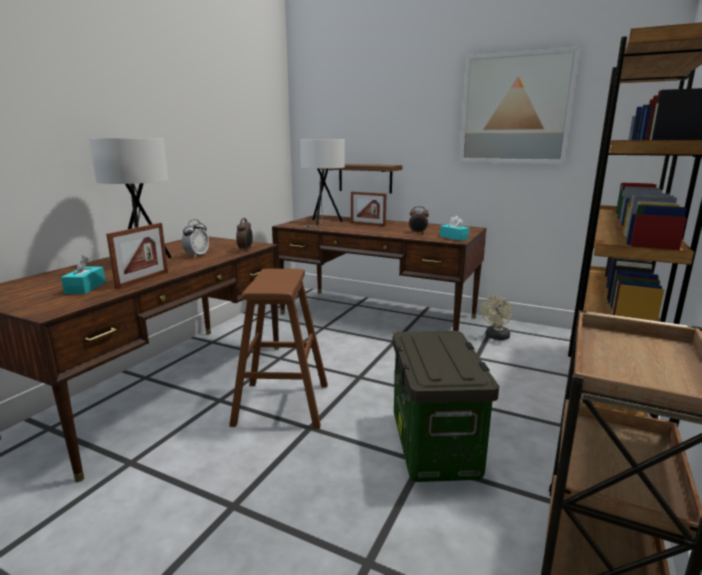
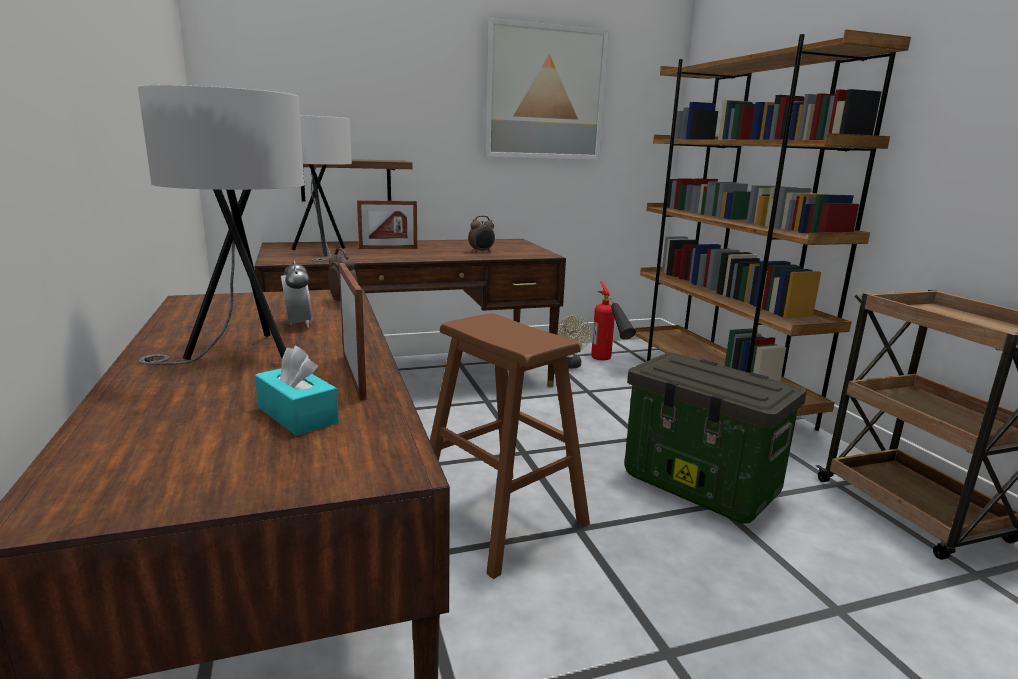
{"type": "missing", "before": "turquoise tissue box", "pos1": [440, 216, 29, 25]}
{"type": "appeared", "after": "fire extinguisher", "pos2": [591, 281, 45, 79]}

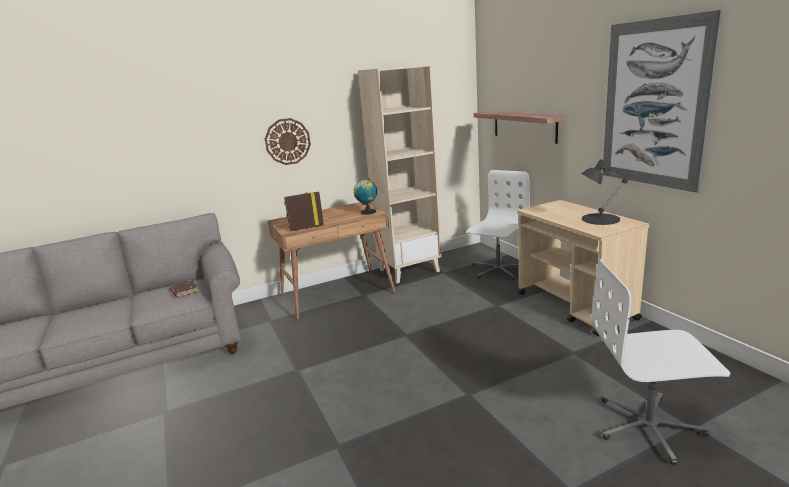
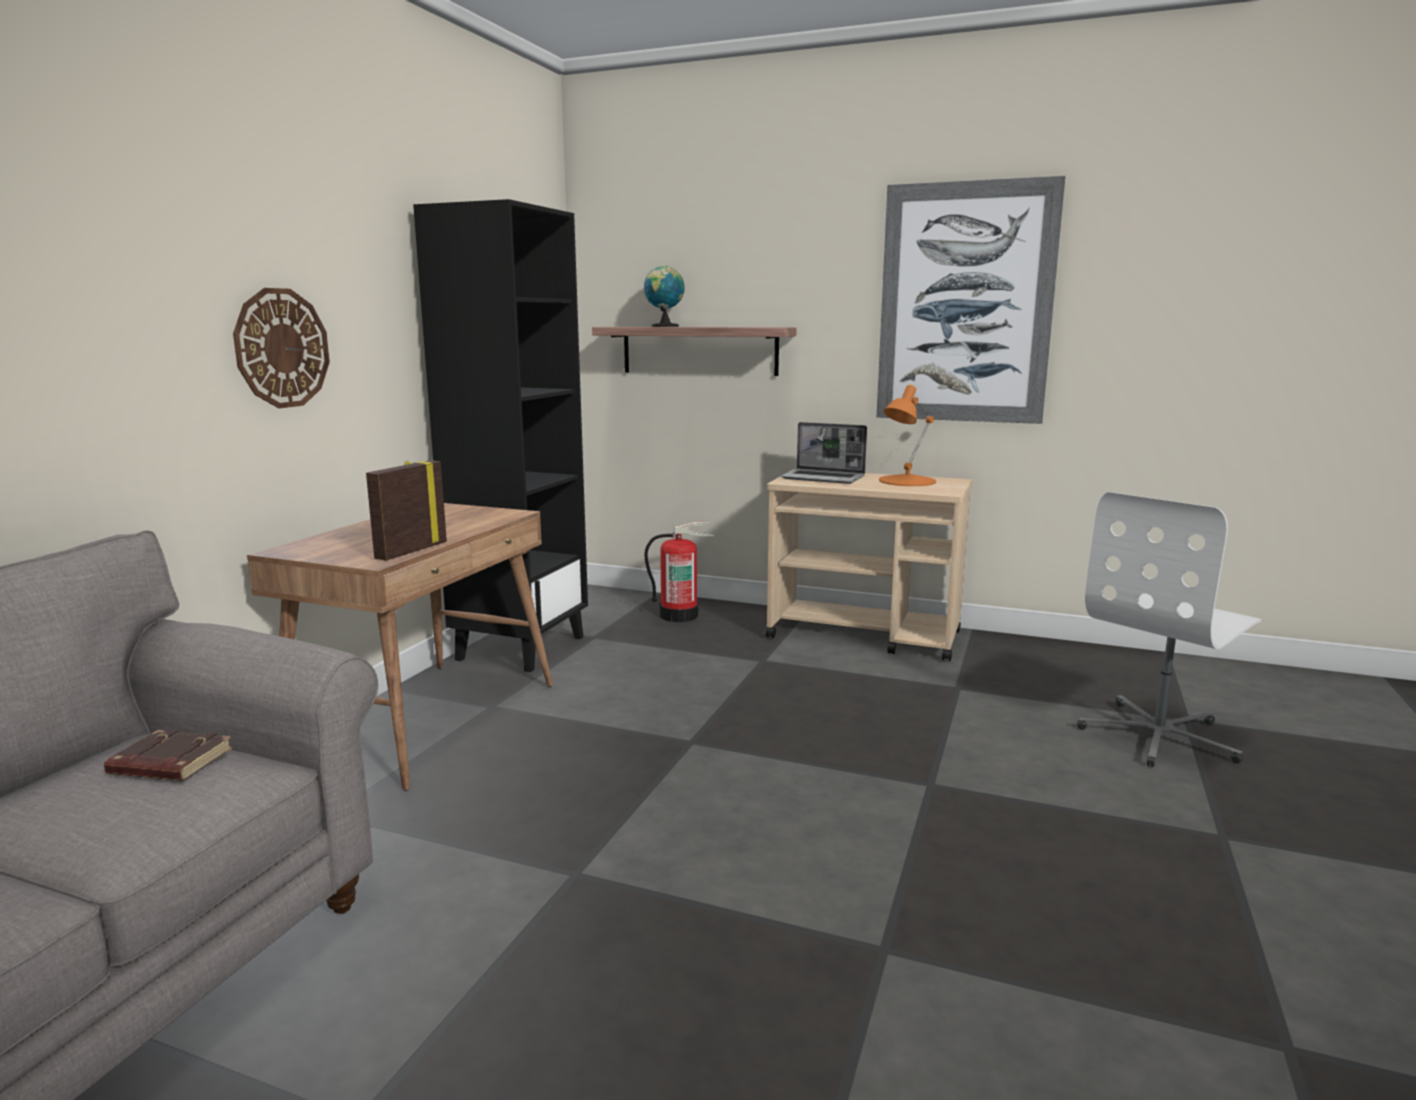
{"type": "colour", "before": "beige bookcase", "after": "black bookcase", "pos1": [358, 64, 84, 219], "pos2": [413, 199, 175, 473]}
{"type": "colour", "before": "black table lamp", "after": "orange table lamp", "pos1": [582, 159, 46, 66], "pos2": [879, 385, 57, 101]}
{"type": "exchanged", "before": "white office chair", "after": "fire extinguisher", "pos1": [467, 170, 63, 110], "pos2": [644, 521, 70, 101]}
{"type": "relocated", "before": "globe", "pos1": [354, 179, 23, 36], "pos2": [644, 266, 41, 61]}
{"type": "appeared", "after": "laptop", "pos2": [781, 422, 86, 62]}

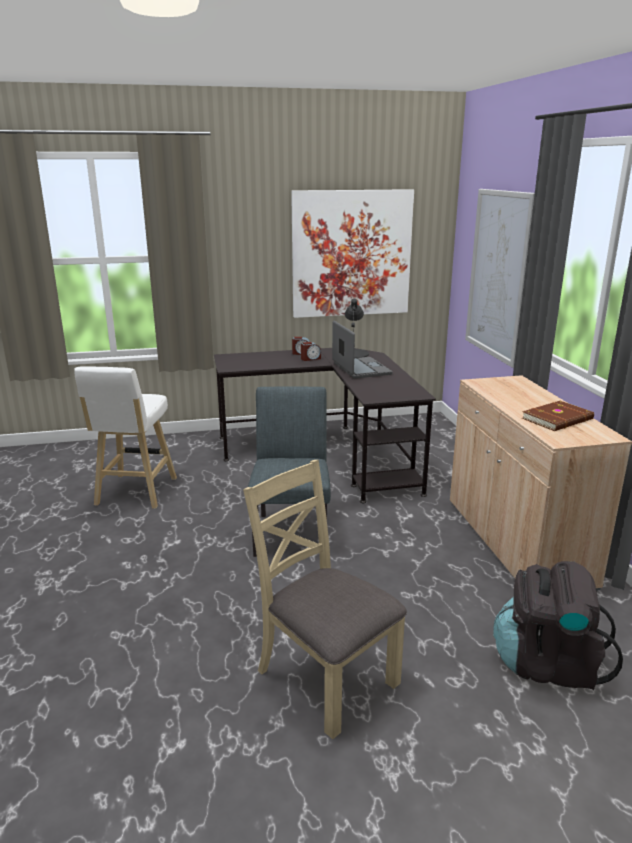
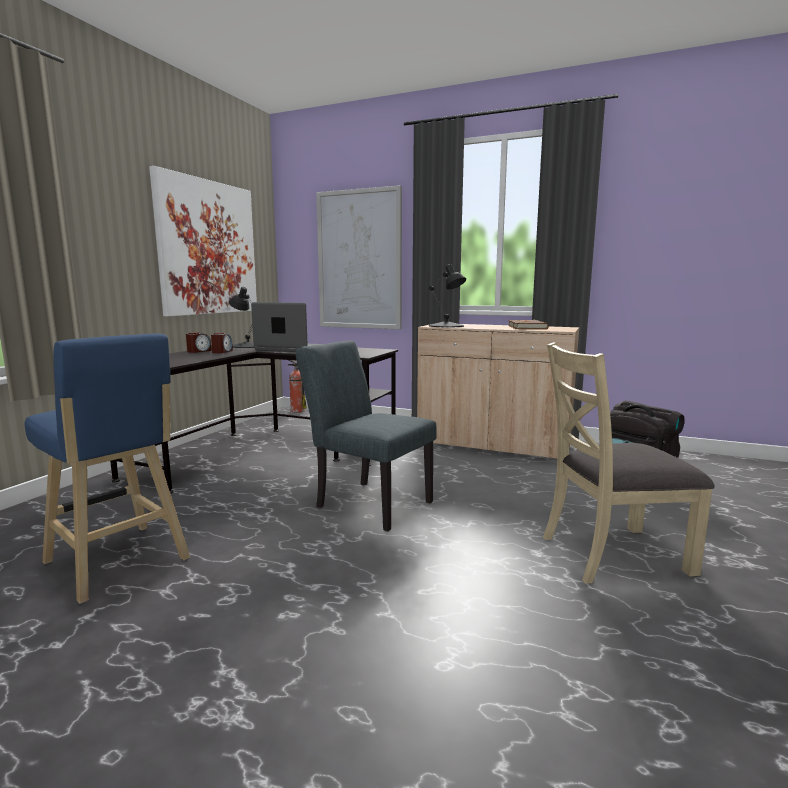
{"type": "colour", "before": "white stool", "after": "blue stool", "pos1": [74, 366, 103, 143], "pos2": [25, 334, 165, 270]}
{"type": "appeared", "after": "black table lamp", "pos2": [429, 264, 37, 63]}
{"type": "appeared", "after": "fire extinguisher", "pos2": [288, 360, 19, 53]}

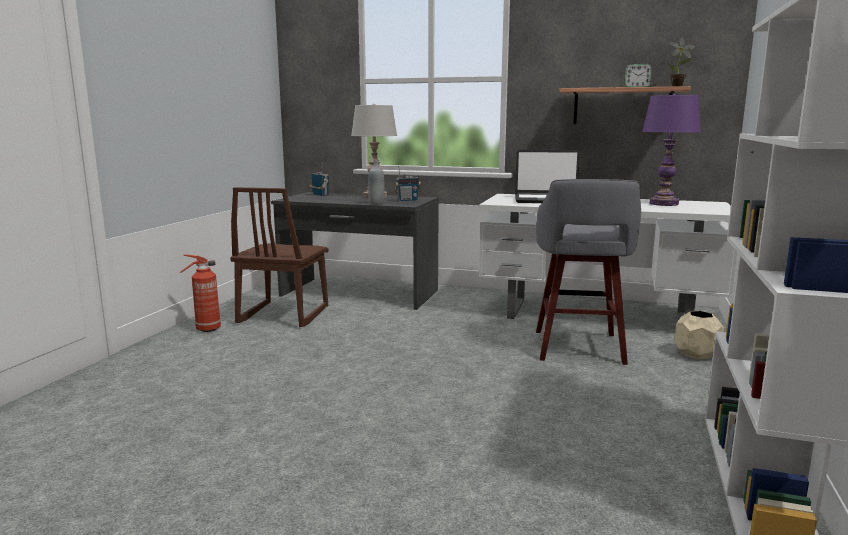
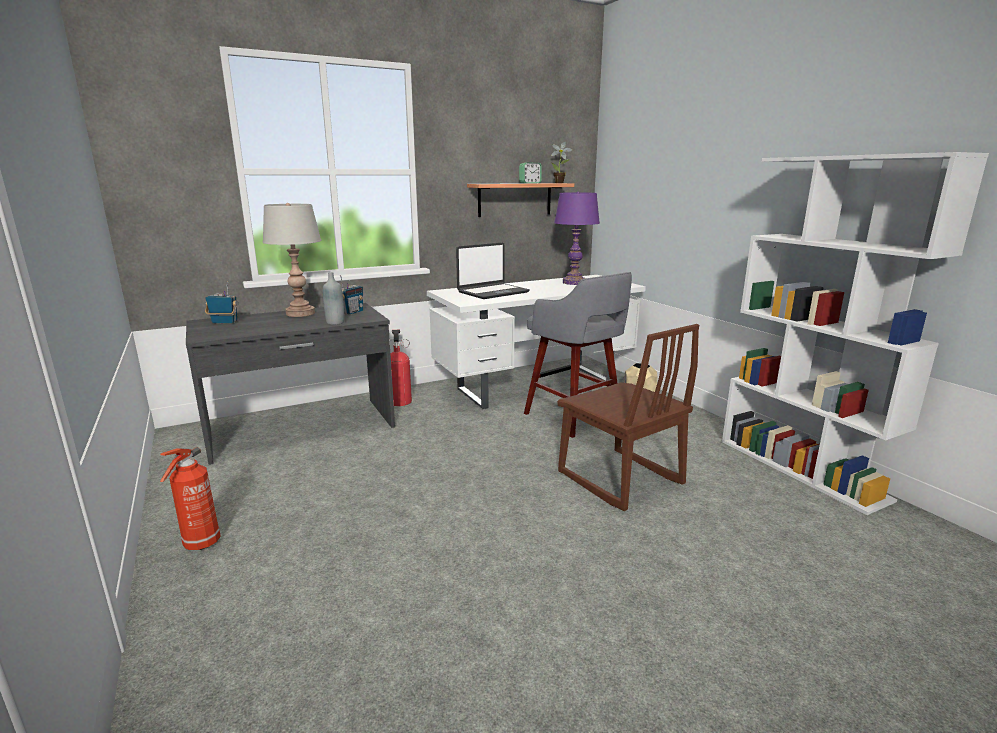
{"type": "relocated", "before": "brown chair", "pos1": [230, 187, 98, 140], "pos2": [557, 324, 142, 187]}
{"type": "appeared", "after": "fire extinguisher", "pos2": [390, 330, 22, 76]}

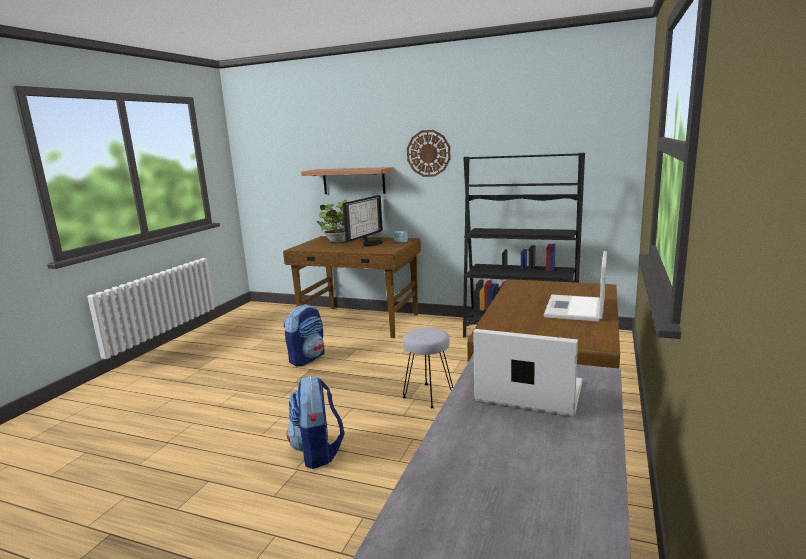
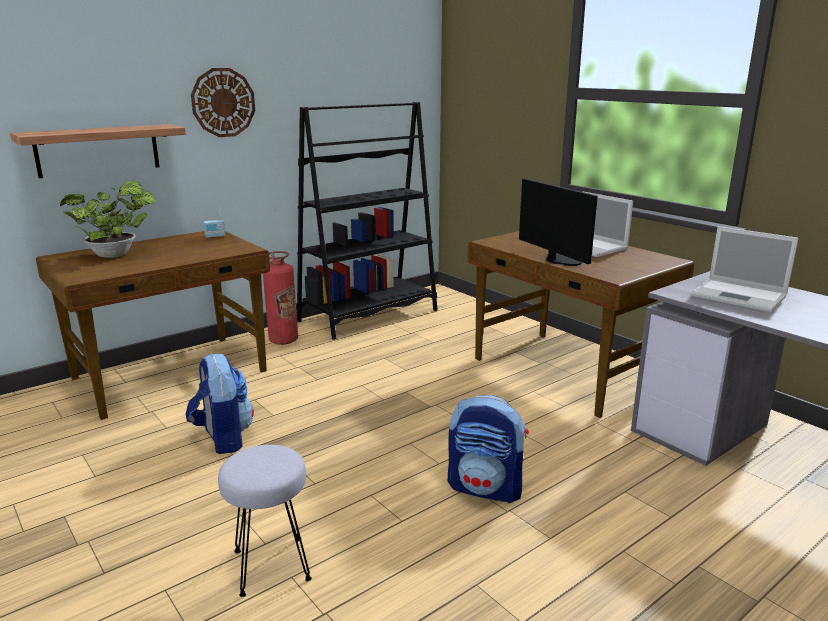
{"type": "relocated", "before": "monitor", "pos1": [342, 195, 41, 51], "pos2": [519, 179, 79, 87]}
{"type": "relocated", "before": "grey stool", "pos1": [403, 328, 50, 80], "pos2": [218, 445, 94, 152]}
{"type": "spun", "before": "laptop", "pos1": [473, 329, 110, 88], "pos2": [691, 226, 108, 86], "turn": -105}
{"type": "appeared", "after": "fire extinguisher", "pos2": [263, 251, 35, 94]}

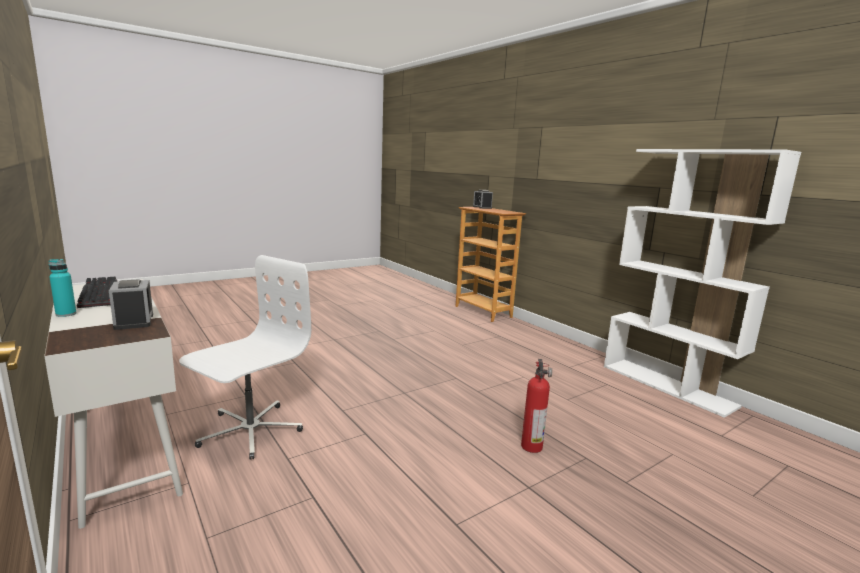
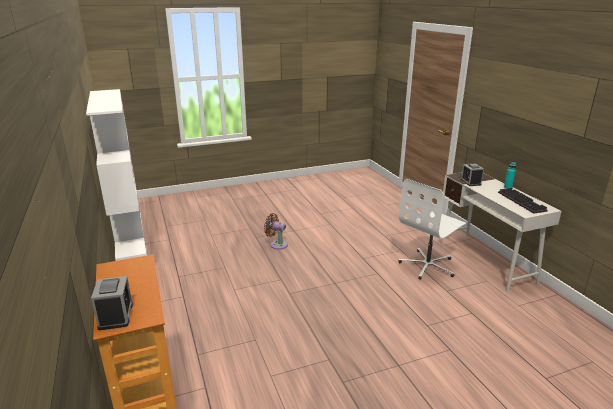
{"type": "exchanged", "before": "fire extinguisher", "after": "brown fan", "pos1": [521, 359, 31, 94], "pos2": [264, 213, 24, 37]}

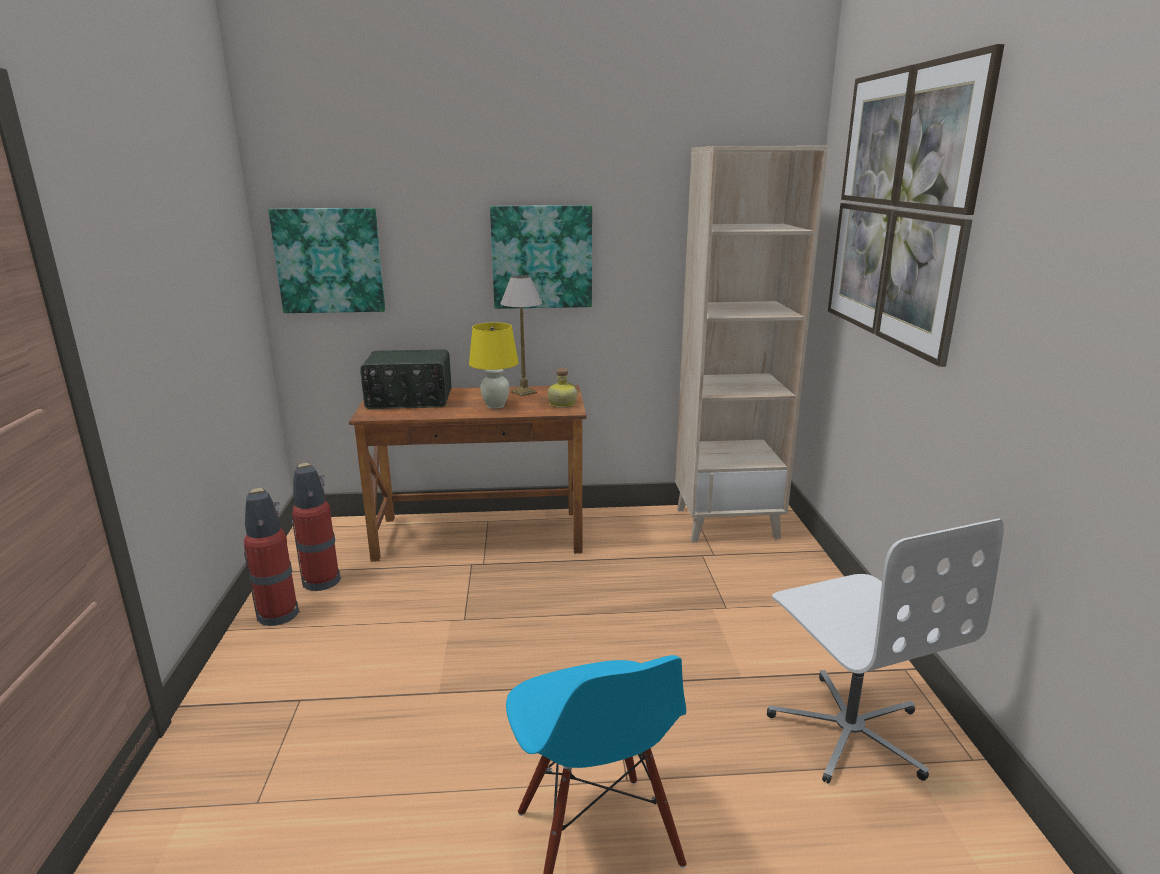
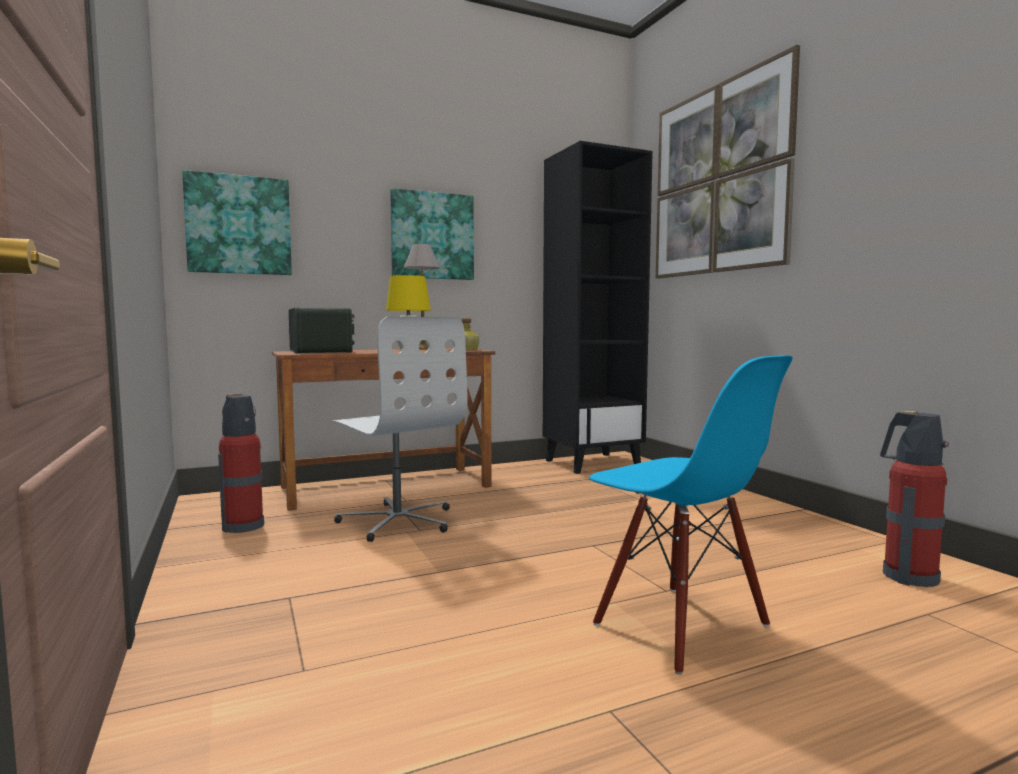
{"type": "colour", "before": "beige bookcase", "after": "black bookcase", "pos1": [675, 146, 153, 396], "pos2": [543, 141, 110, 333]}
{"type": "spun", "before": "radio", "pos1": [360, 349, 91, 60], "pos2": [289, 308, 66, 45], "turn": -90}
{"type": "relocated", "before": "fire extinguisher", "pos1": [244, 488, 56, 138], "pos2": [880, 411, 69, 176]}
{"type": "relocated", "before": "white office chair", "pos1": [767, 518, 237, 266], "pos2": [330, 317, 137, 225]}

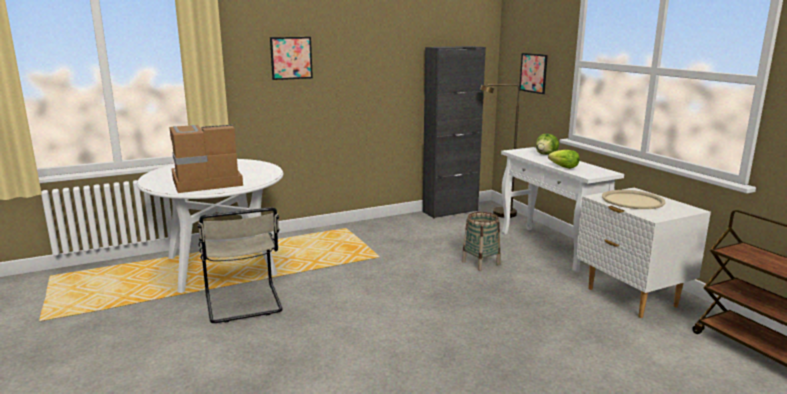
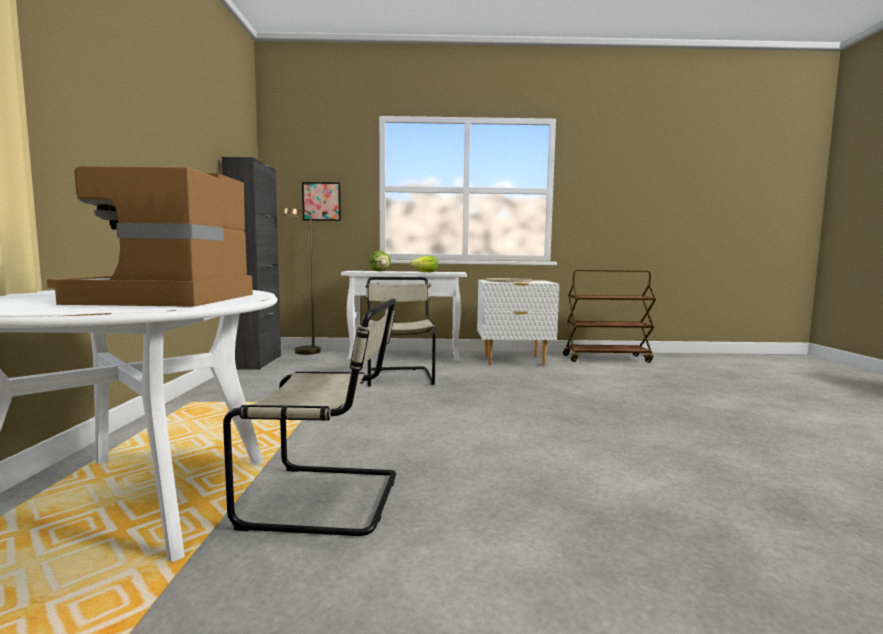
{"type": "missing", "before": "picture", "pos1": [270, 37, 43, 43]}
{"type": "exchanged", "before": "basket", "after": "beige chair", "pos1": [462, 212, 38, 59], "pos2": [366, 277, 70, 110]}

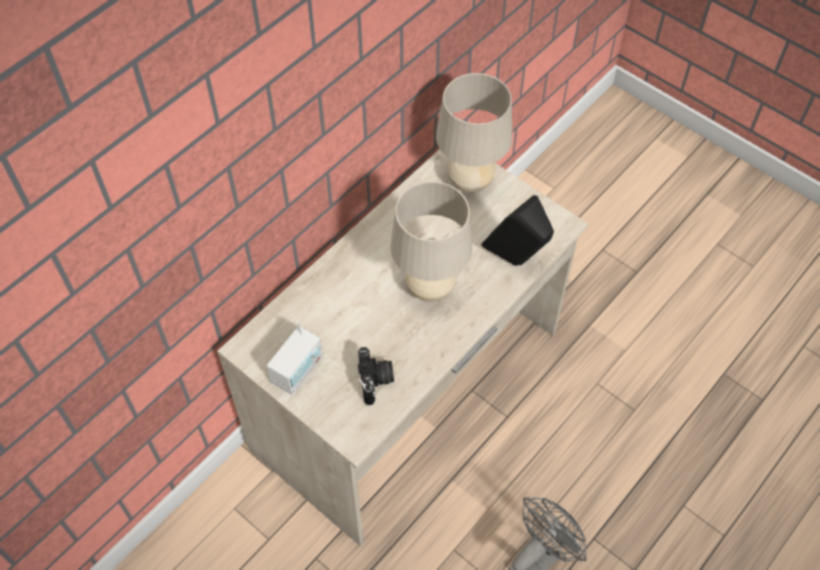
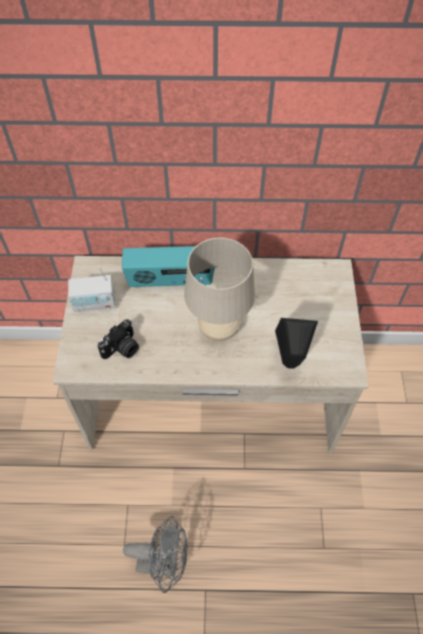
{"type": "missing", "before": "beige table lamp", "pos1": [436, 73, 76, 119]}
{"type": "appeared", "after": "radio", "pos2": [122, 246, 93, 42]}

